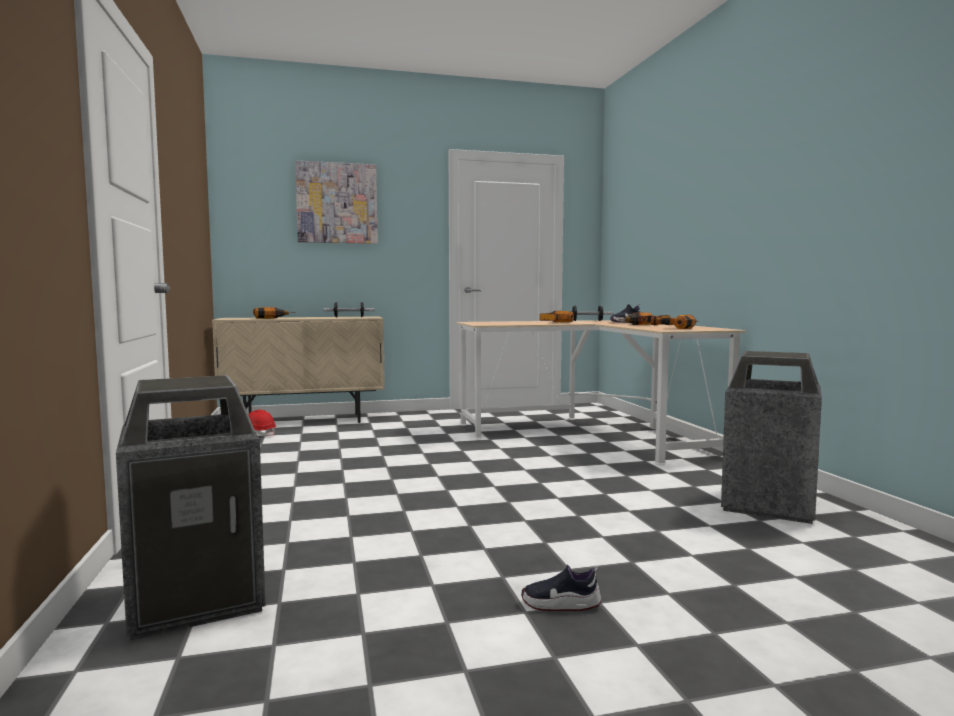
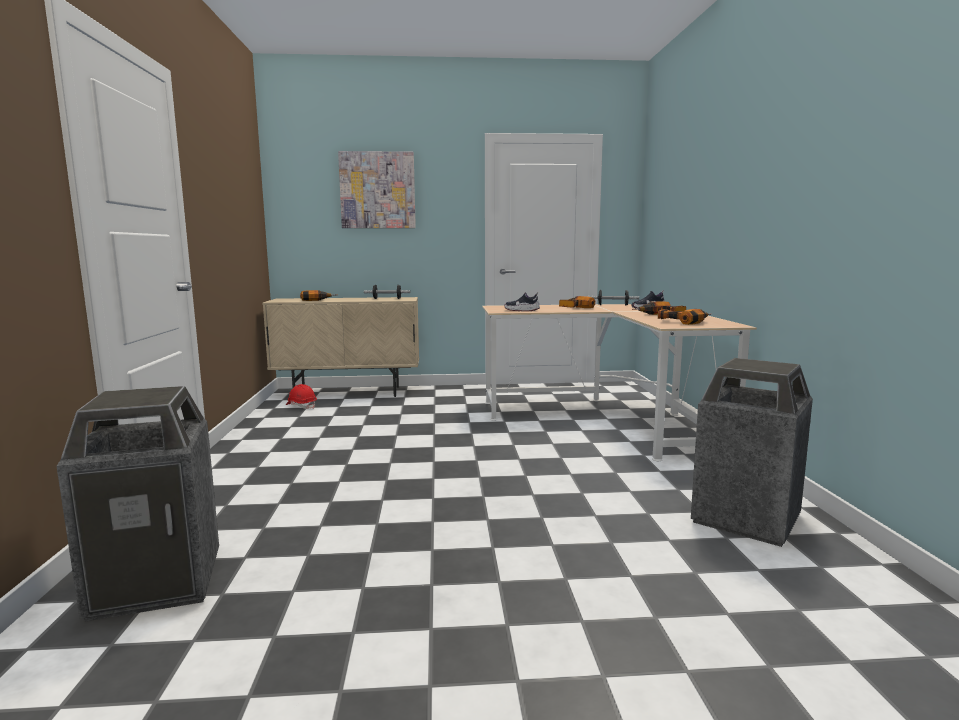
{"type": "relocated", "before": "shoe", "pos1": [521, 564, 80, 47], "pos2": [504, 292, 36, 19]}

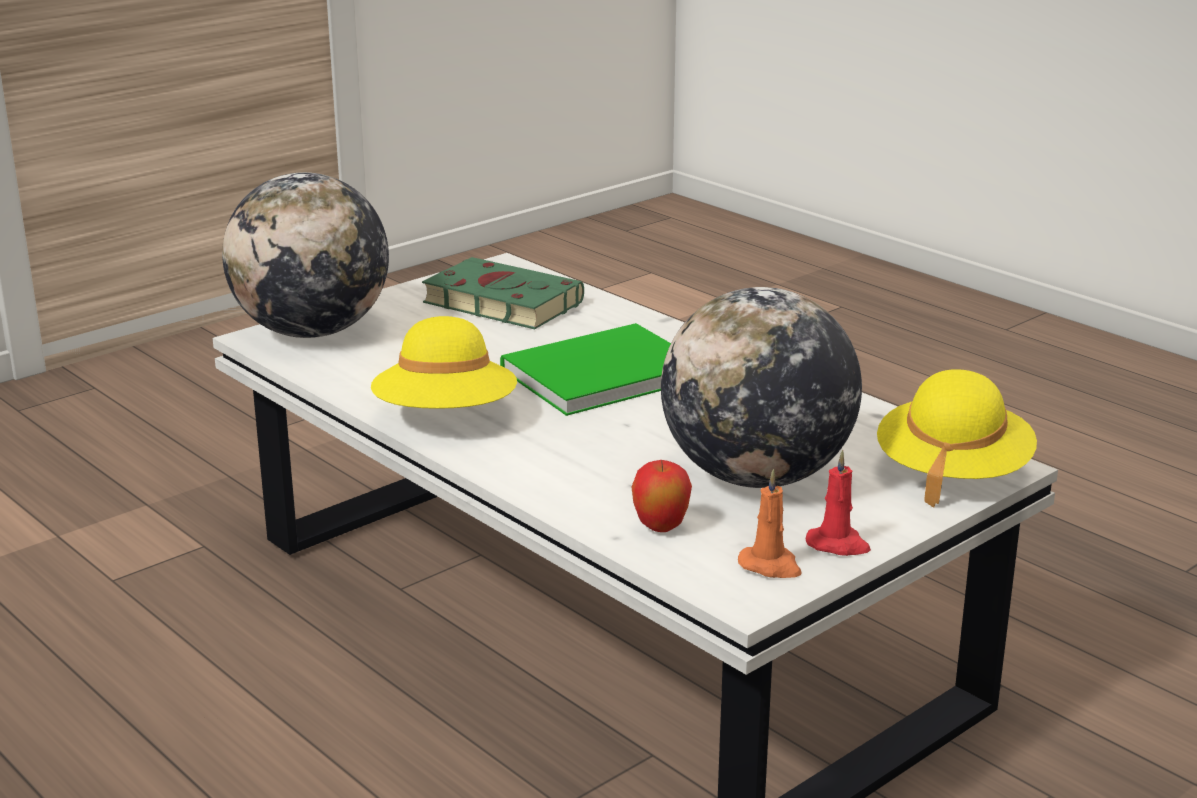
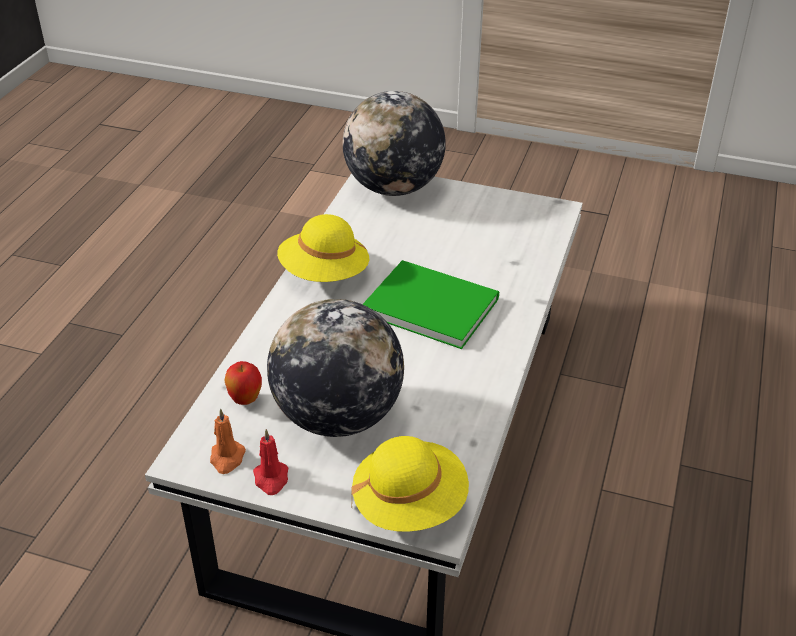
{"type": "missing", "before": "green book", "pos1": [422, 257, 162, 72]}

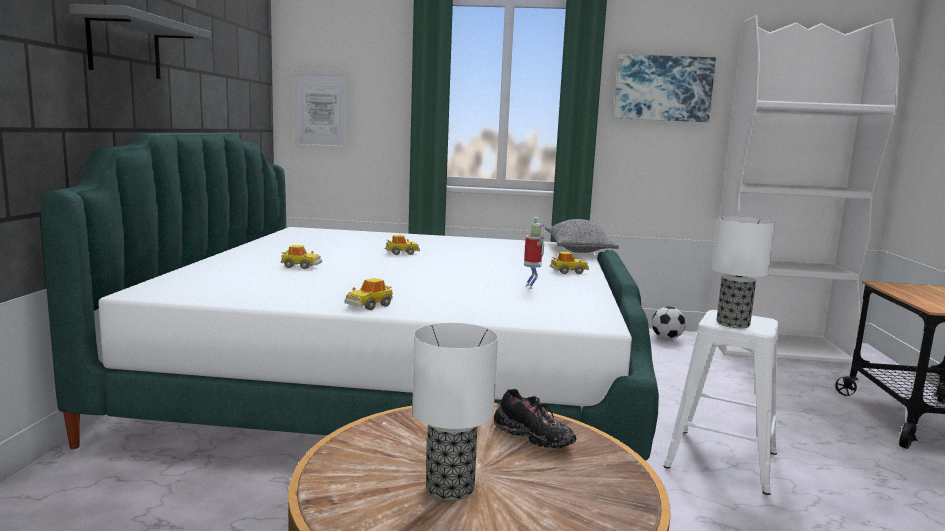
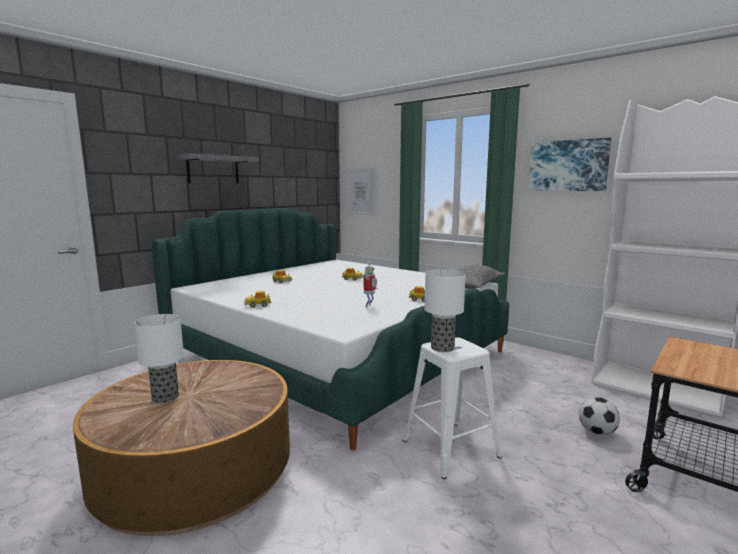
{"type": "relocated", "before": "football", "pos1": [652, 306, 34, 33], "pos2": [579, 397, 41, 38]}
{"type": "missing", "before": "black shoe", "pos1": [494, 389, 82, 59]}

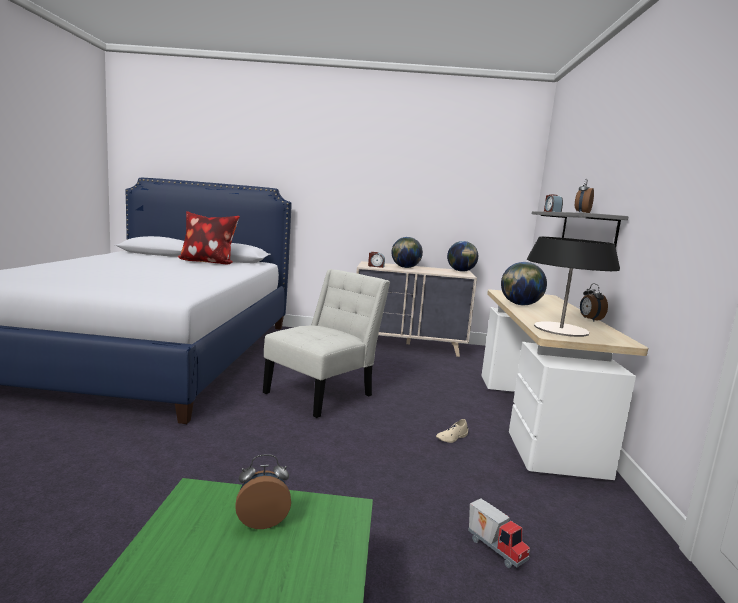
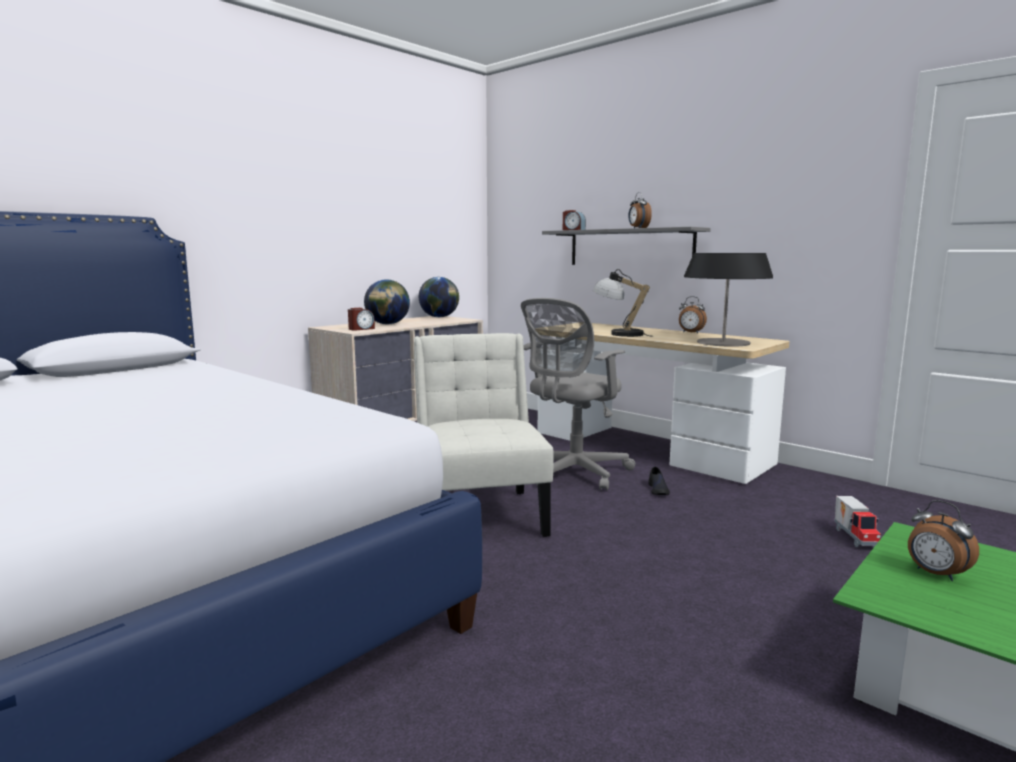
{"type": "missing", "before": "pillow", "pos1": [177, 211, 63, 54]}
{"type": "exchanged", "before": "globe", "after": "table lamp", "pos1": [501, 262, 46, 43], "pos2": [593, 269, 61, 68]}
{"type": "colour", "before": "beige shoe", "after": "black shoe", "pos1": [436, 419, 32, 24], "pos2": [648, 466, 22, 29]}
{"type": "spun", "before": "alarm clock", "pos1": [235, 454, 56, 75], "pos2": [908, 500, 71, 81], "turn": -60}
{"type": "spun", "before": "toy truck", "pos1": [468, 498, 62, 70], "pos2": [834, 496, 47, 51], "turn": 90}
{"type": "appeared", "after": "grey office chair", "pos2": [521, 298, 114, 192]}

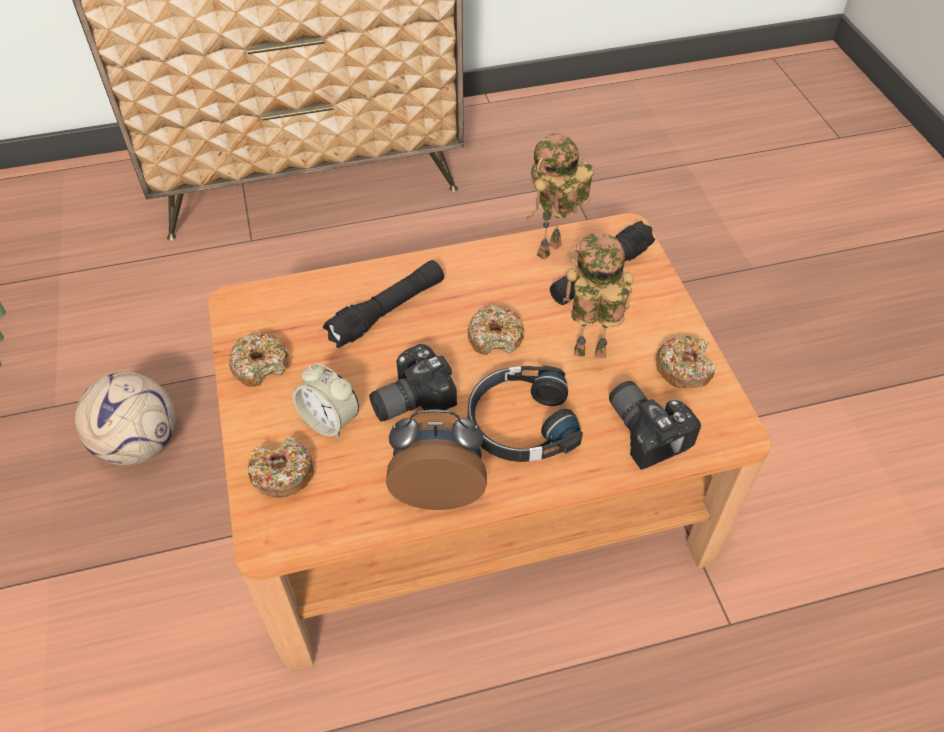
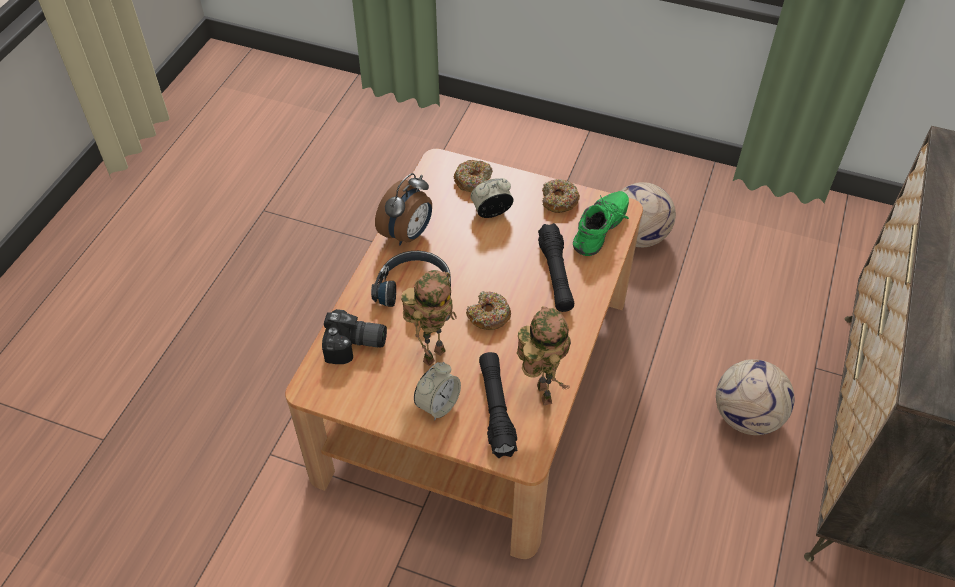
{"type": "missing", "before": "donut", "pos1": [656, 336, 59, 52]}
{"type": "missing", "before": "photo camera", "pos1": [369, 344, 88, 77]}
{"type": "appeared", "after": "green shoe", "pos2": [573, 191, 56, 65]}
{"type": "appeared", "after": "football", "pos2": [716, 359, 78, 76]}
{"type": "appeared", "after": "alarm clock", "pos2": [414, 362, 47, 58]}

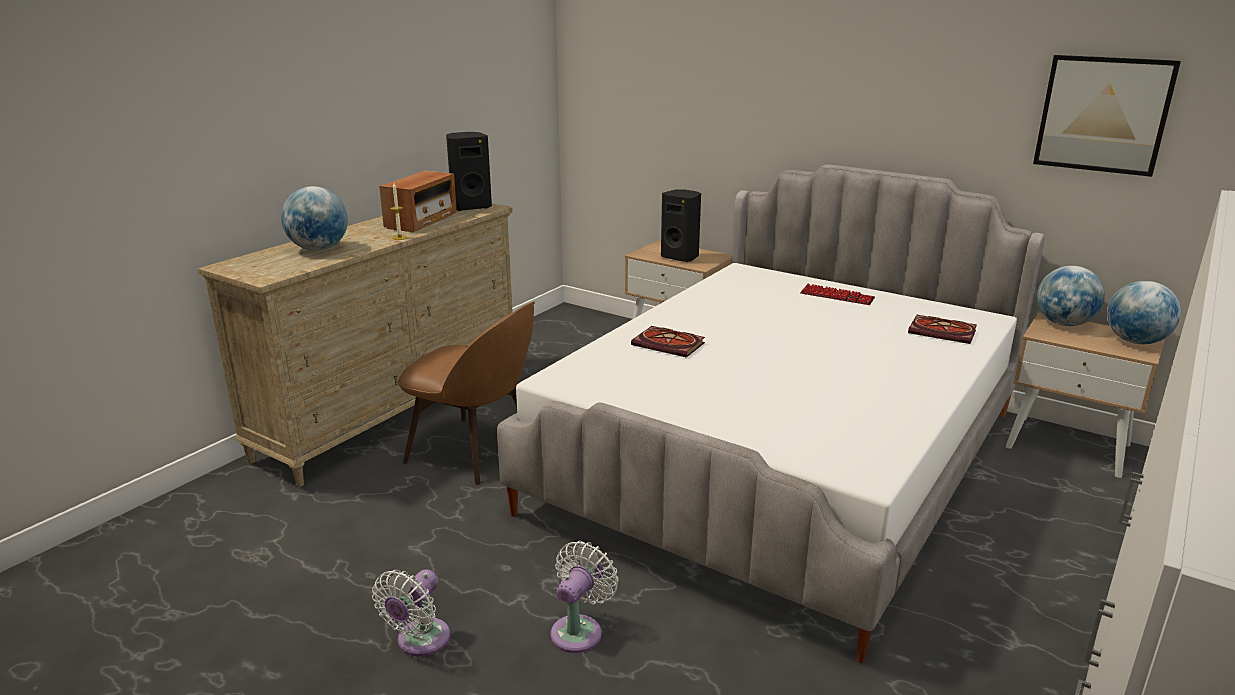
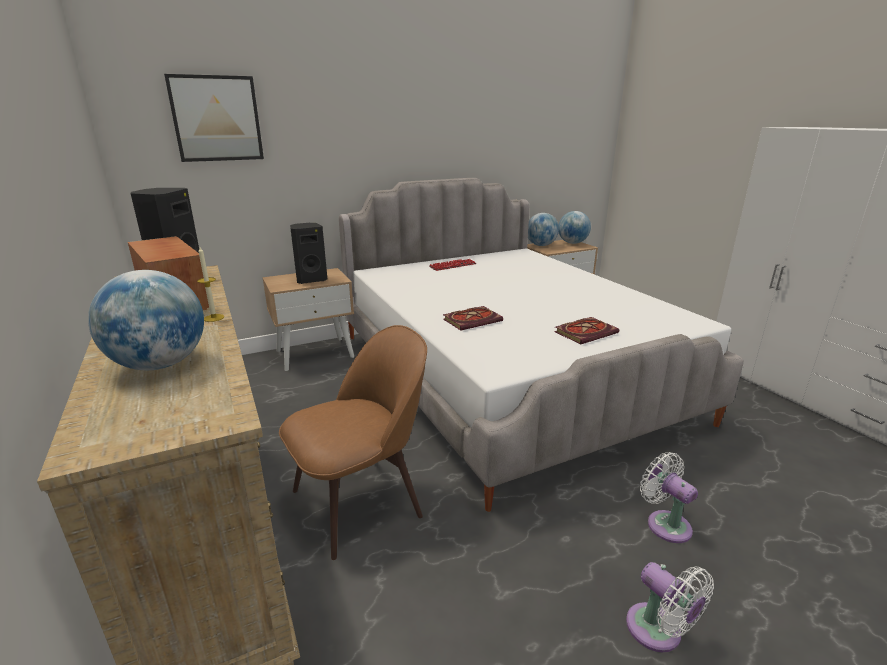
{"type": "relocated", "before": "picture", "pos1": [1033, 55, 148, 122], "pos2": [164, 74, 100, 88]}
{"type": "relocated", "before": "book", "pos1": [908, 315, 69, 29], "pos2": [554, 317, 65, 27]}

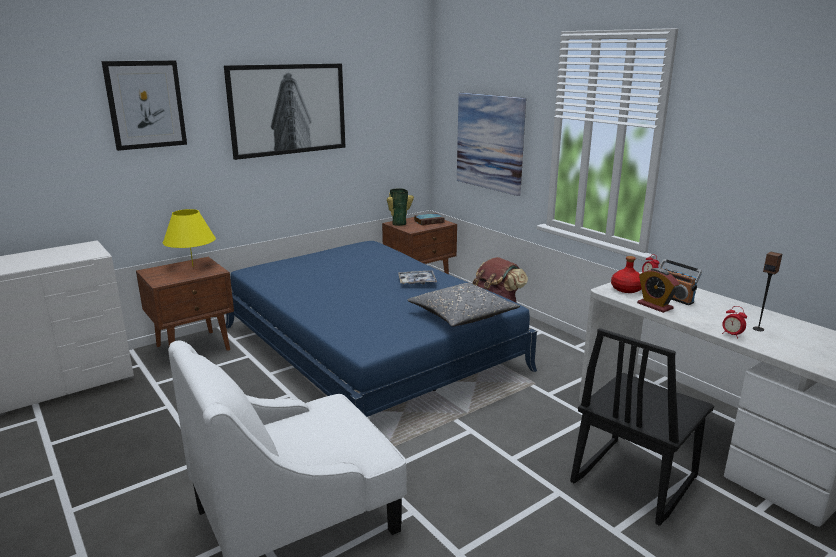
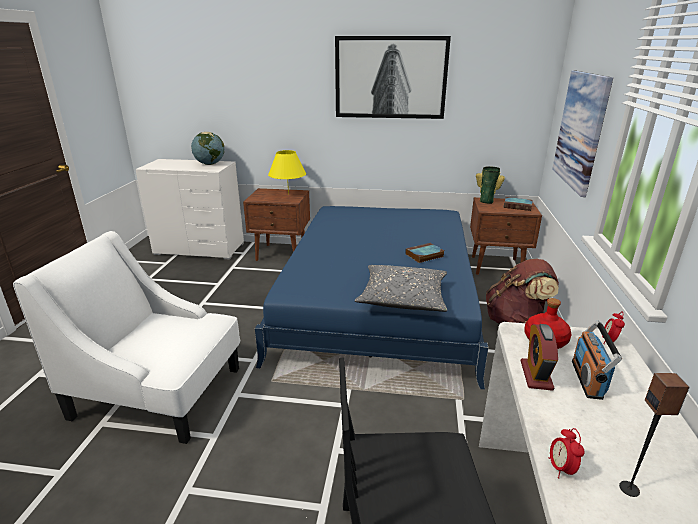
{"type": "missing", "before": "picture", "pos1": [101, 60, 86, 91]}
{"type": "exchanged", "before": "tray", "after": "book", "pos1": [398, 271, 39, 14], "pos2": [405, 243, 39, 20]}
{"type": "appeared", "after": "globe", "pos2": [191, 132, 33, 33]}

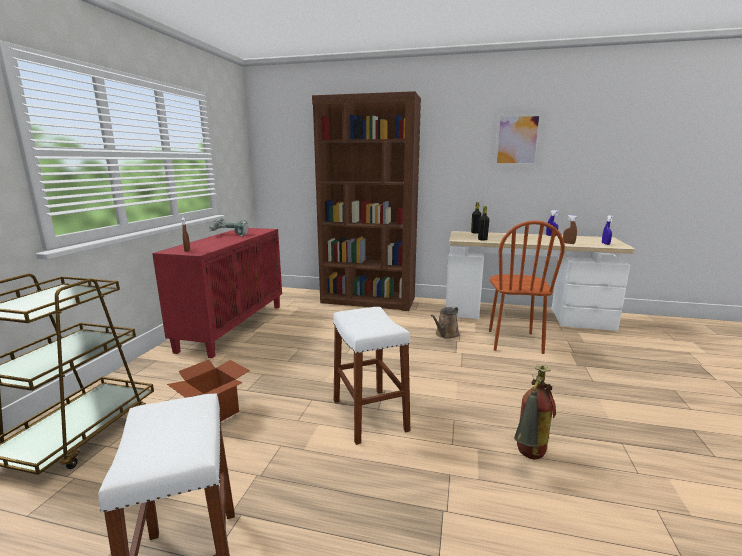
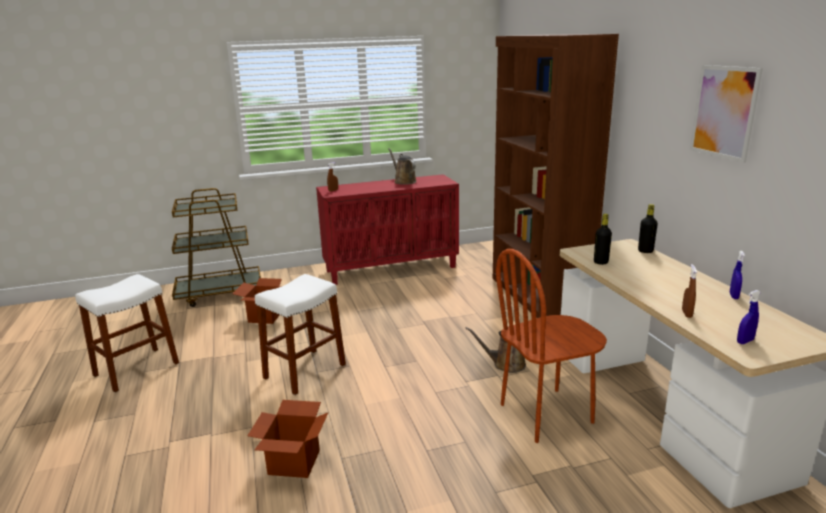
{"type": "exchanged", "before": "power drill", "after": "brown watering can", "pos1": [209, 218, 39, 18], "pos2": [388, 148, 29, 37]}
{"type": "exchanged", "before": "fire extinguisher", "after": "cardboard box", "pos1": [514, 365, 42, 94], "pos2": [247, 400, 81, 78]}

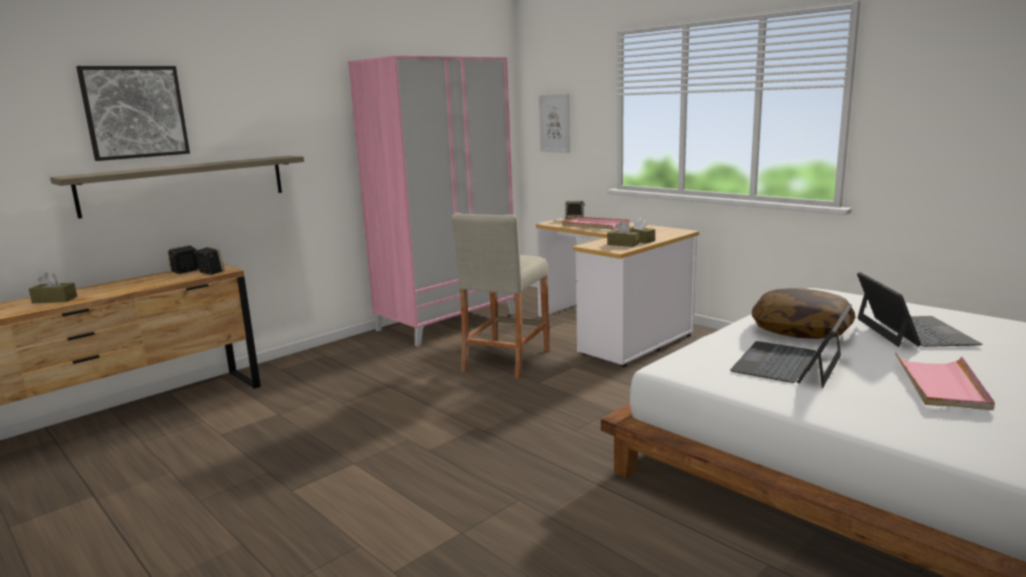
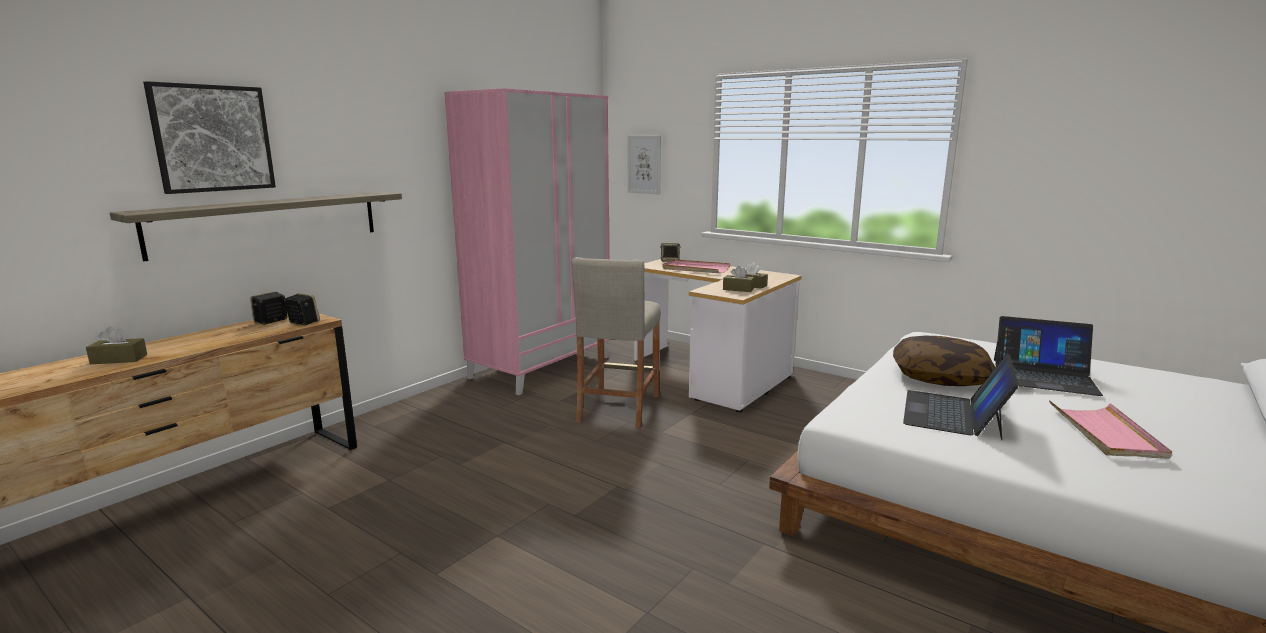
{"type": "spun", "before": "laptop", "pos1": [857, 272, 126, 75], "pos2": [994, 316, 109, 80], "turn": 120}

